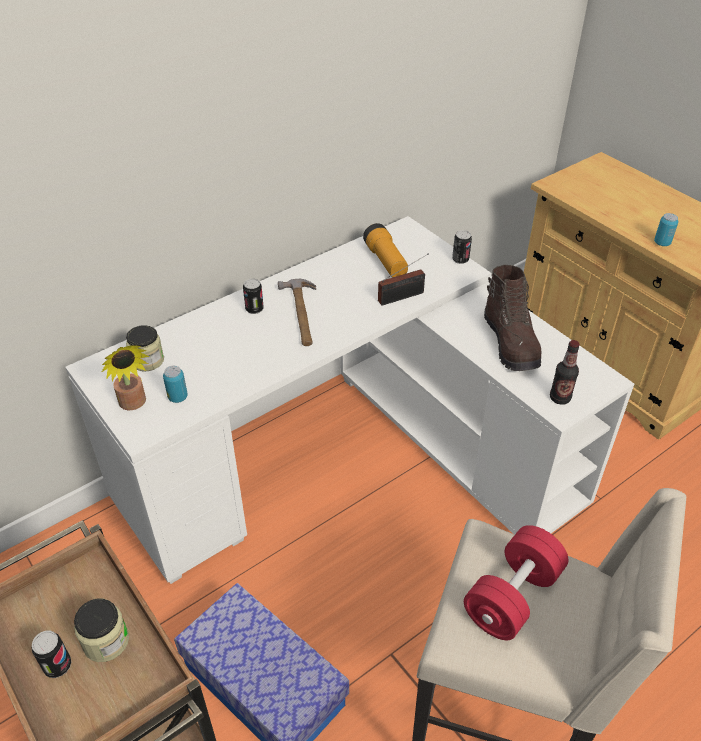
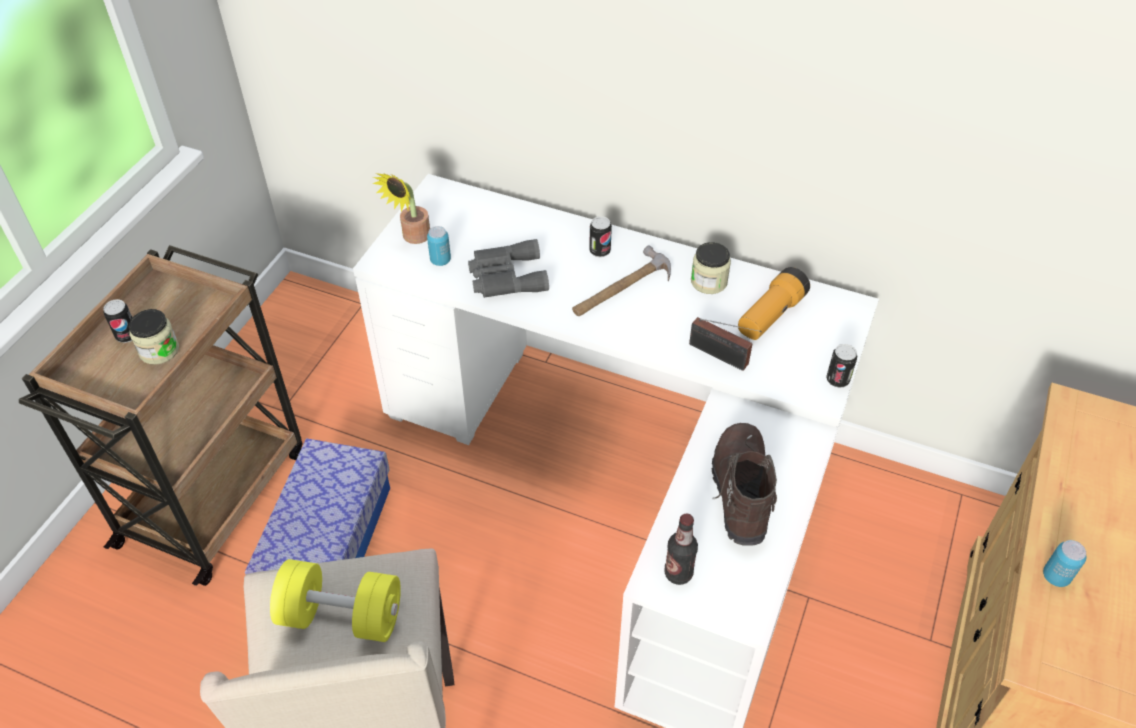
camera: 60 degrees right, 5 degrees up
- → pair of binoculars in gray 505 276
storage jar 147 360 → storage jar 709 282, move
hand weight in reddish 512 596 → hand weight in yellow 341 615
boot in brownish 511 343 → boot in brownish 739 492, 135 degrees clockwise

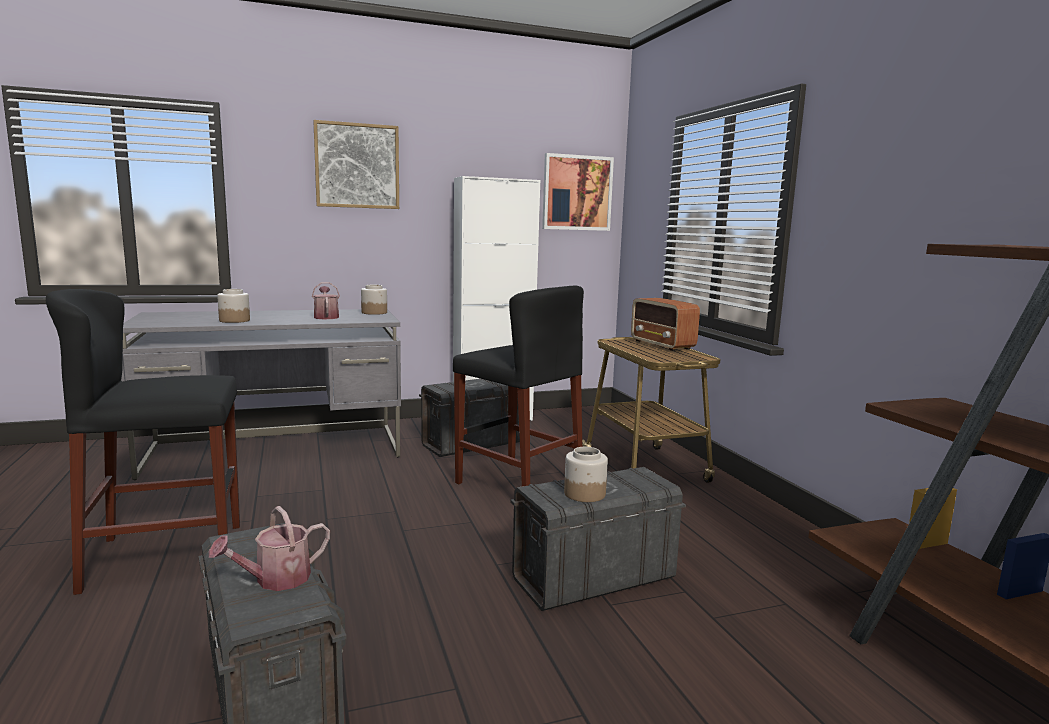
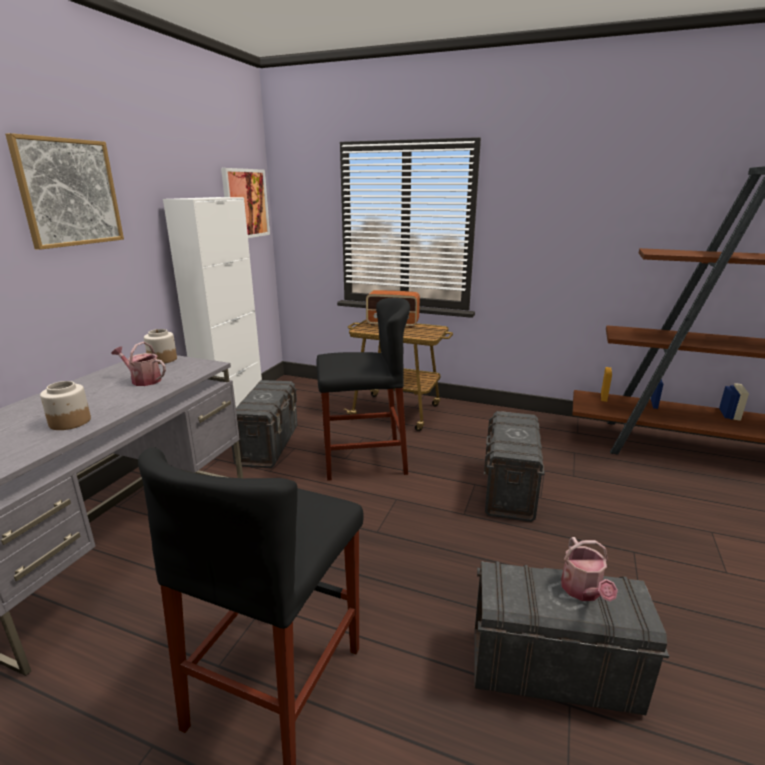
camera: 50 degrees left, 10 degrees up
storage jar 584 494 → -

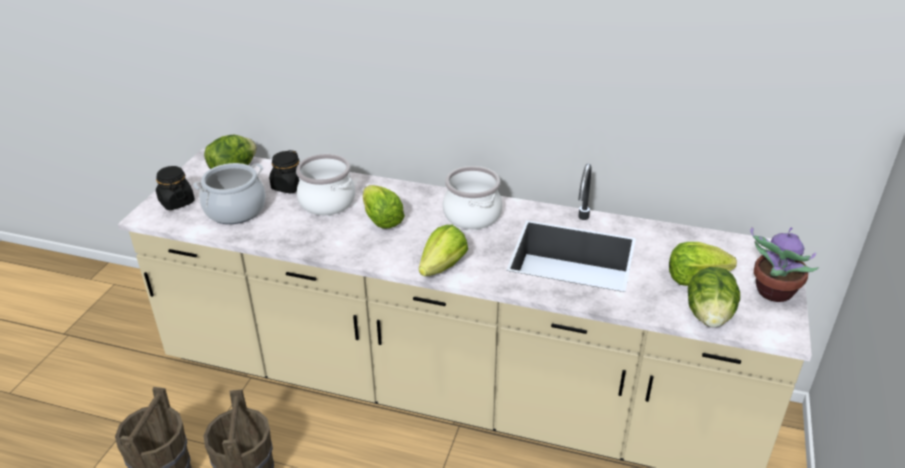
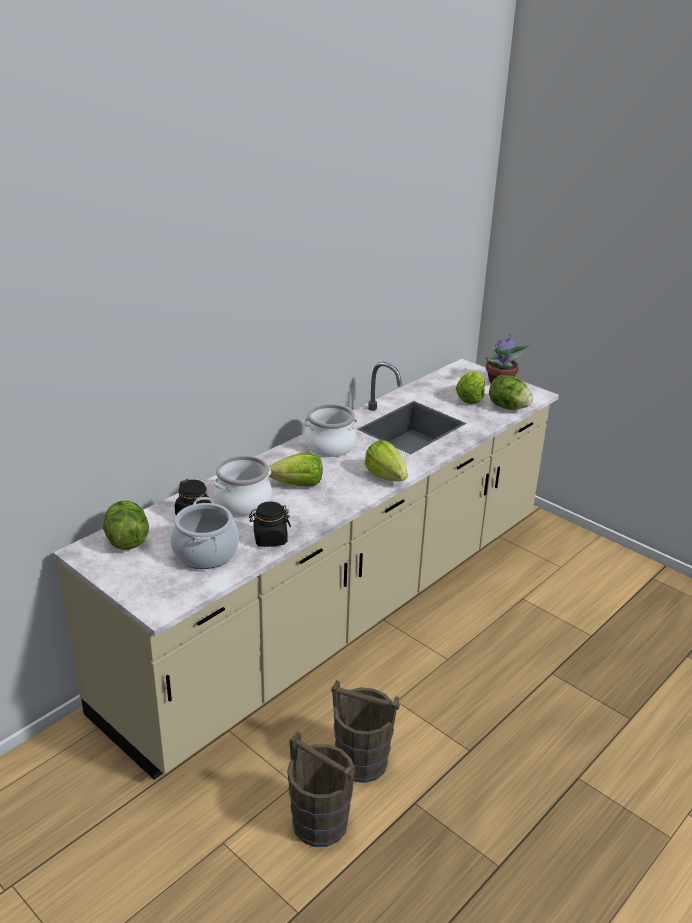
camera: 65 degrees left, 5 degrees down
storage jar in black 176 202 → storage jar in black 270 539, move

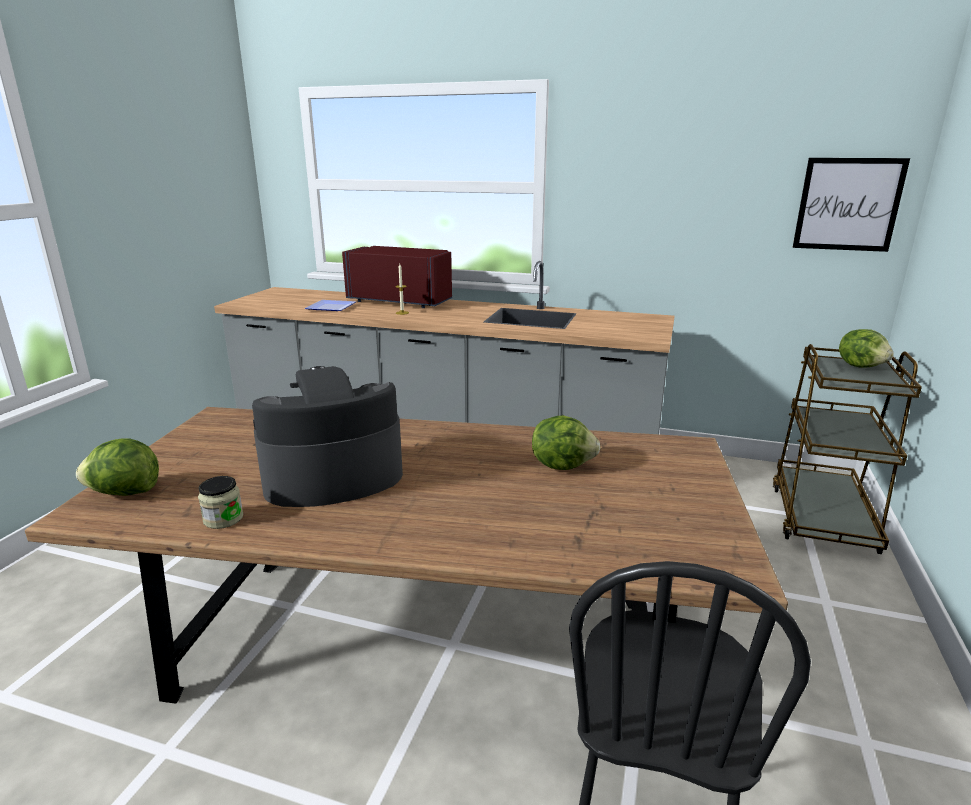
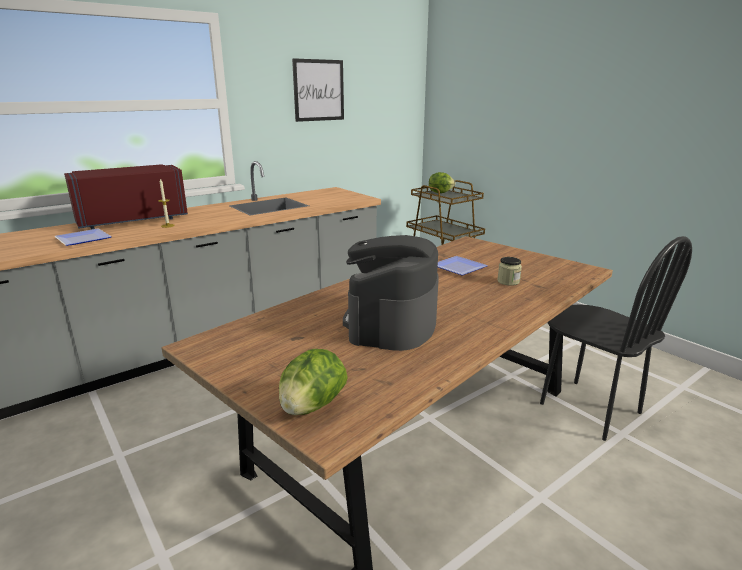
camera: 55 degrees left, 0 degrees up
storage jar 223 519 → storage jar 508 281, move
wall art 848 204 → wall art 319 90, move
head of lettuce 562 465 → dinner plate 456 268

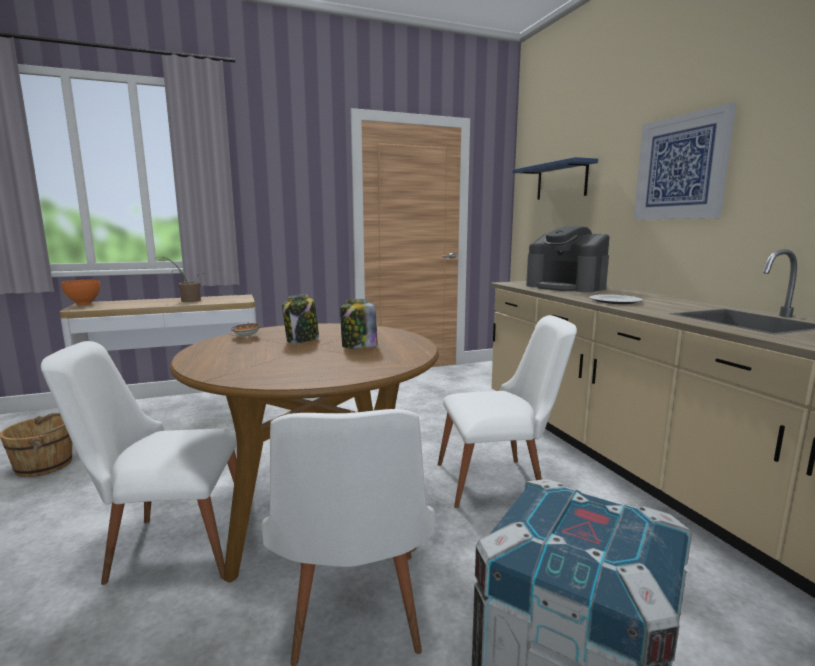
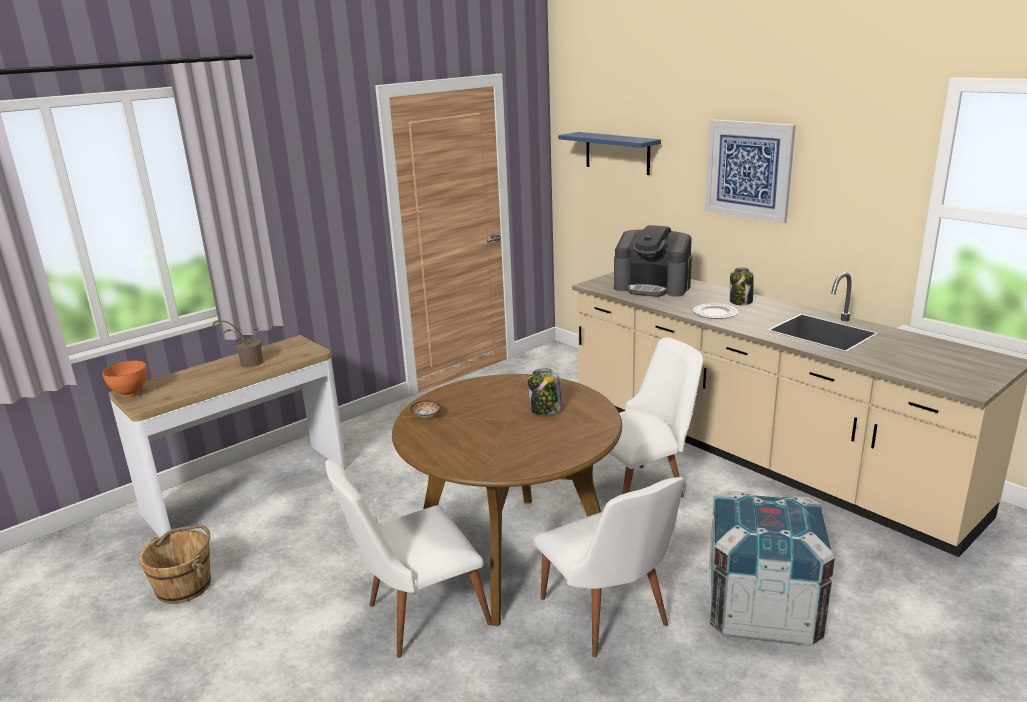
camera: 20 degrees left, 10 degrees up
storage jar 302 340 → storage jar 741 301, move

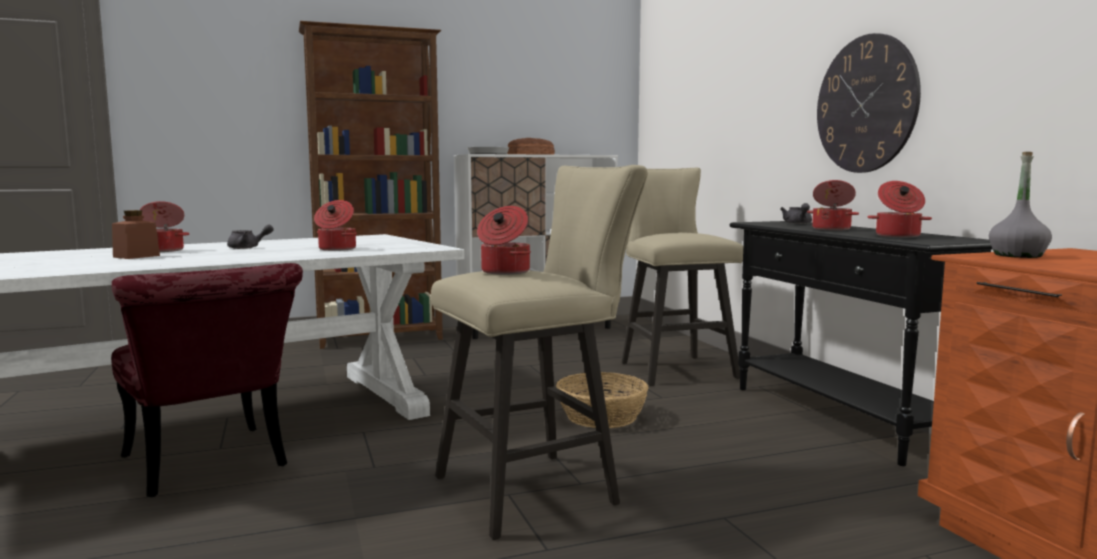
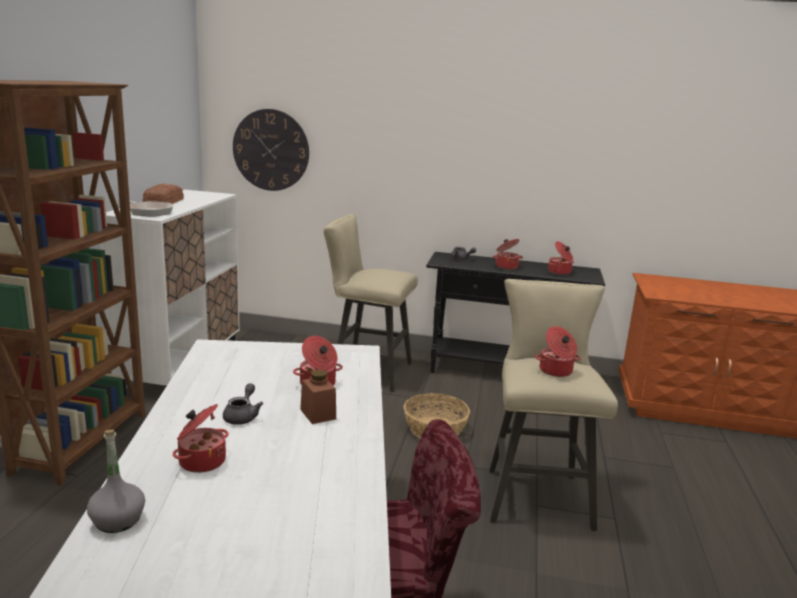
camera: 60 degrees left, 10 degrees up
storage jar in brownish 136 256 → storage jar in brownish 318 414, move
hanging clock 866 104 → hanging clock 271 150, move
beverage bottle in gray 1017 255 → beverage bottle in gray 117 520, move

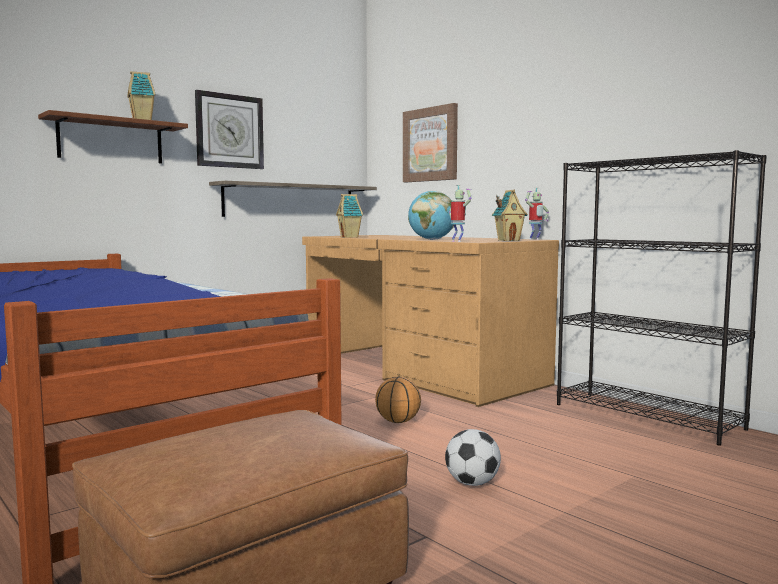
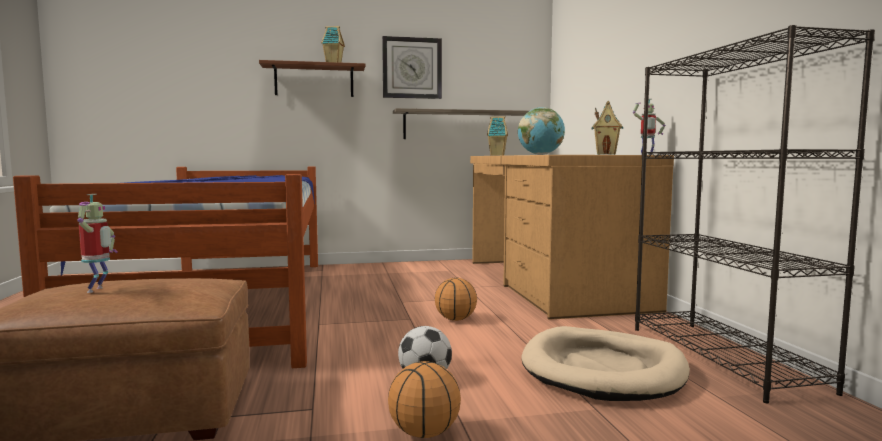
camera: 30 degrees right, 0 degrees up
wall art 430 144 → -
- → basketball ball 425 433
- → dog cushion in beige 603 370
robot figure 458 241 → robot figure 98 290, move

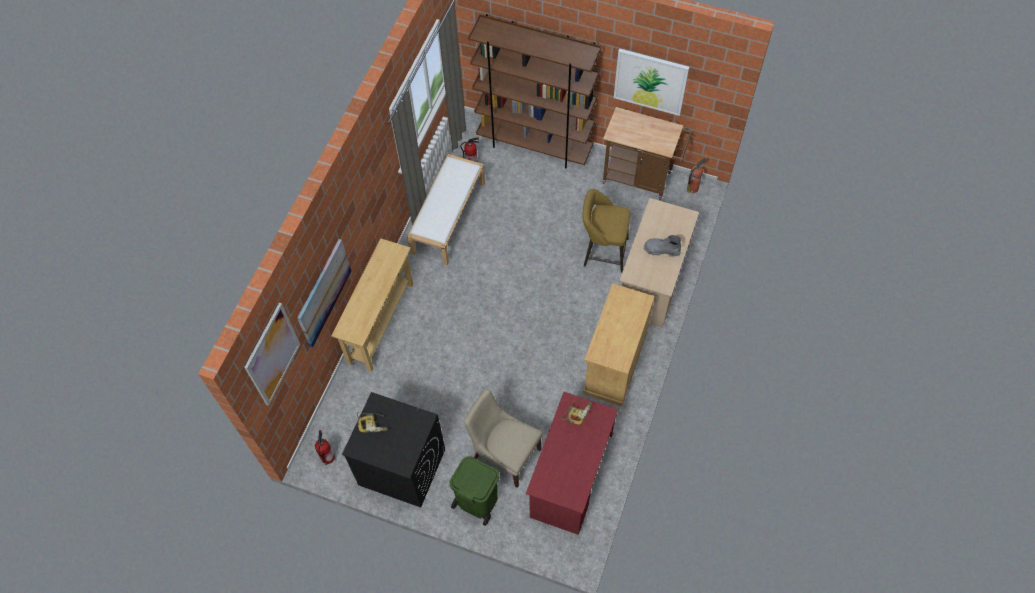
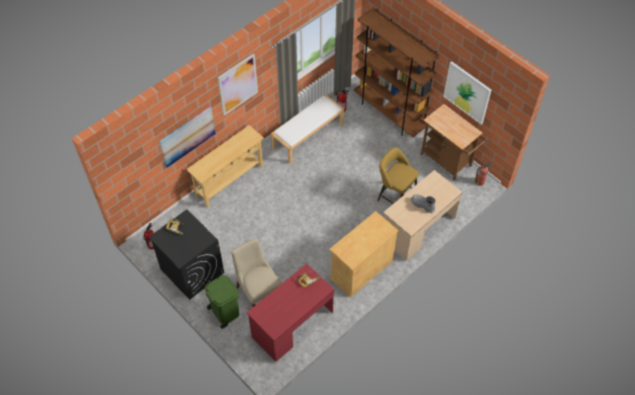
camera: 25 degrees right, 5 degrees down
wall art 272 354 → wall art 238 84, move

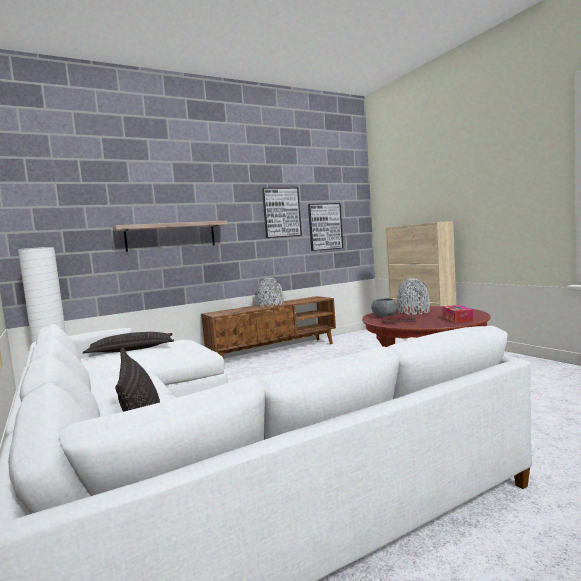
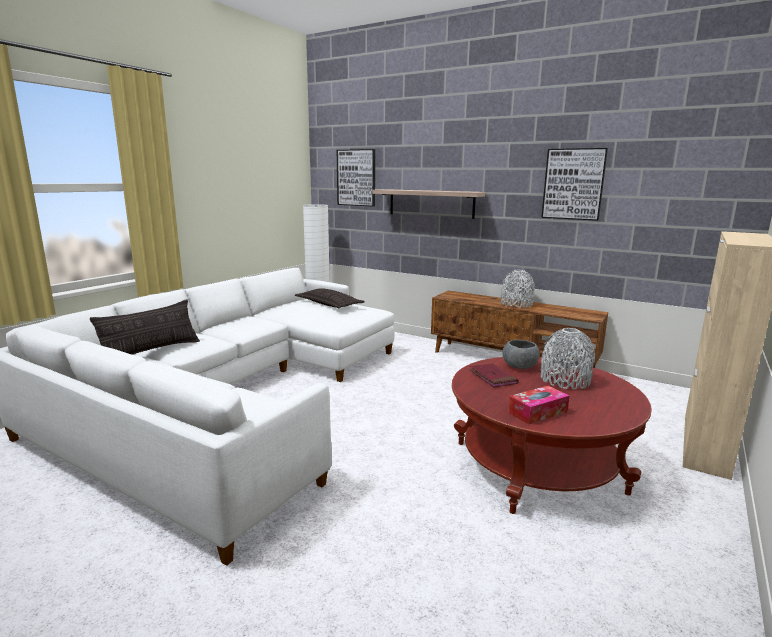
camera: 60 degrees right, 10 degrees up
wall art 325 226 → wall art 356 177, move

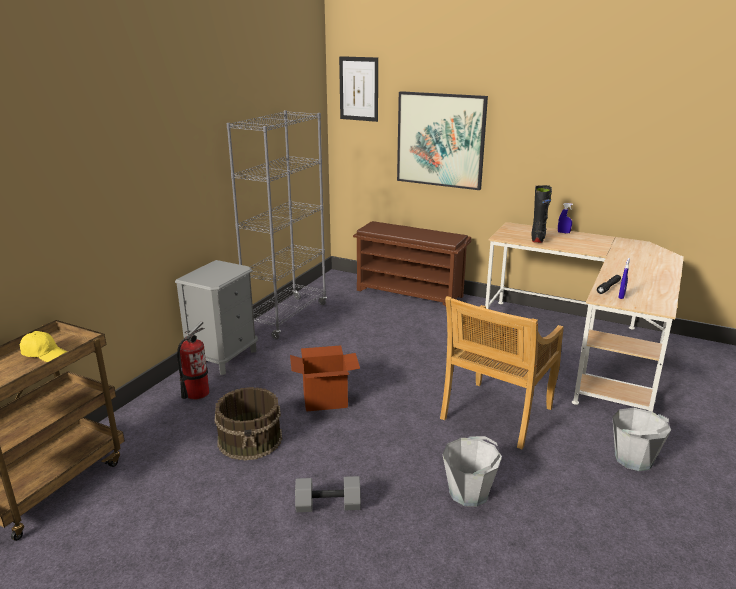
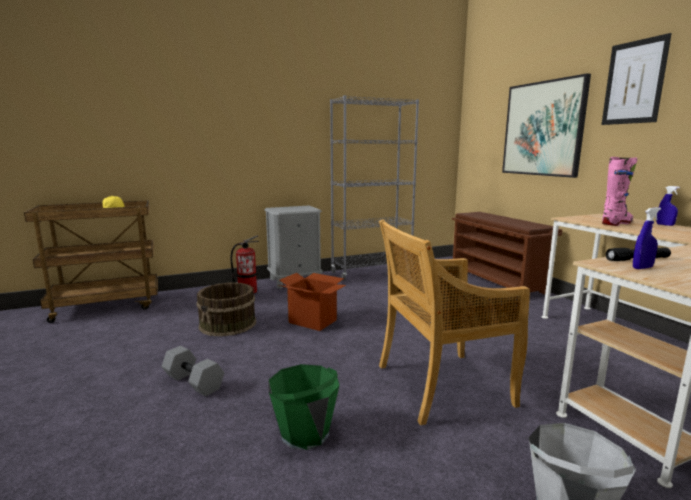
camera: 40 degrees right, 10 degrees down
wall art 359 89 → wall art 634 82, move
water bucket in gray 469 493 → water bucket in greenish 305 433
boot in black 538 238 → boot in pink 617 223

